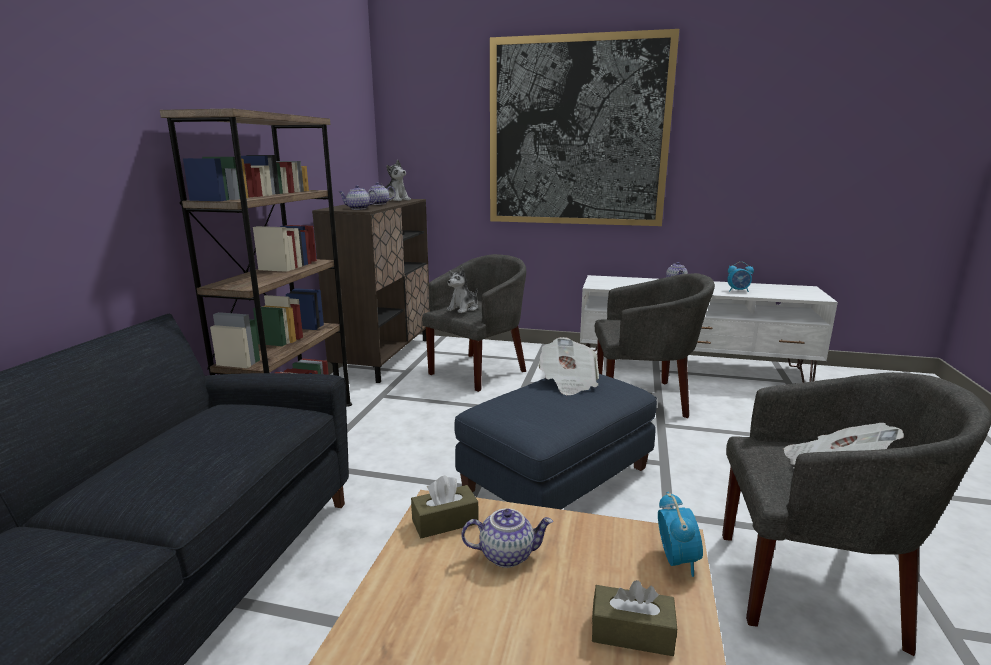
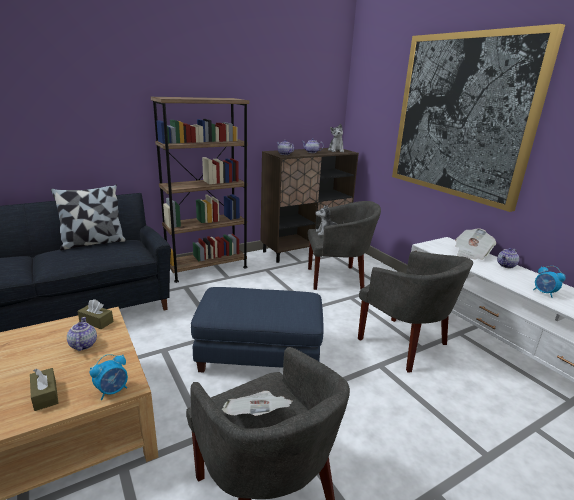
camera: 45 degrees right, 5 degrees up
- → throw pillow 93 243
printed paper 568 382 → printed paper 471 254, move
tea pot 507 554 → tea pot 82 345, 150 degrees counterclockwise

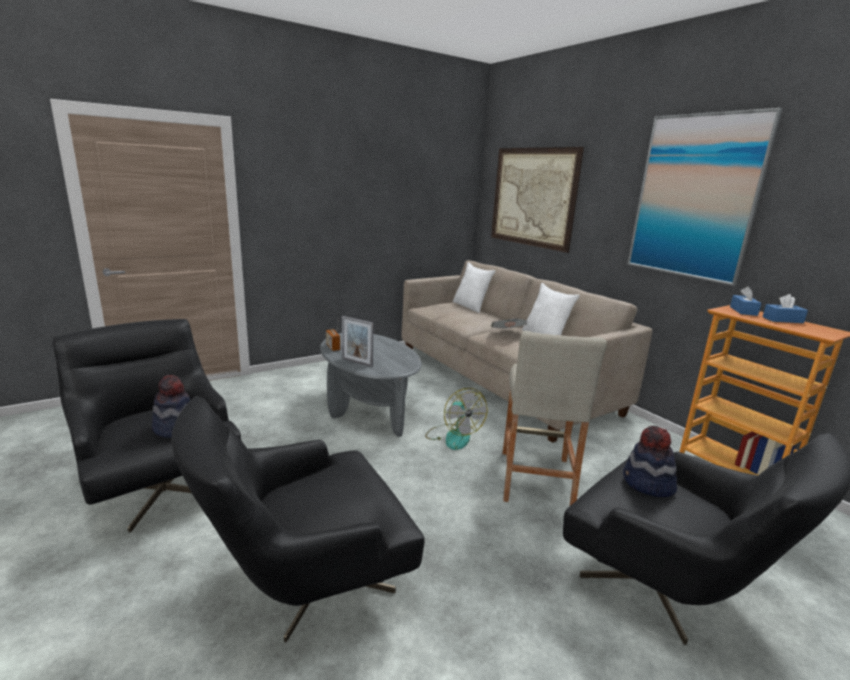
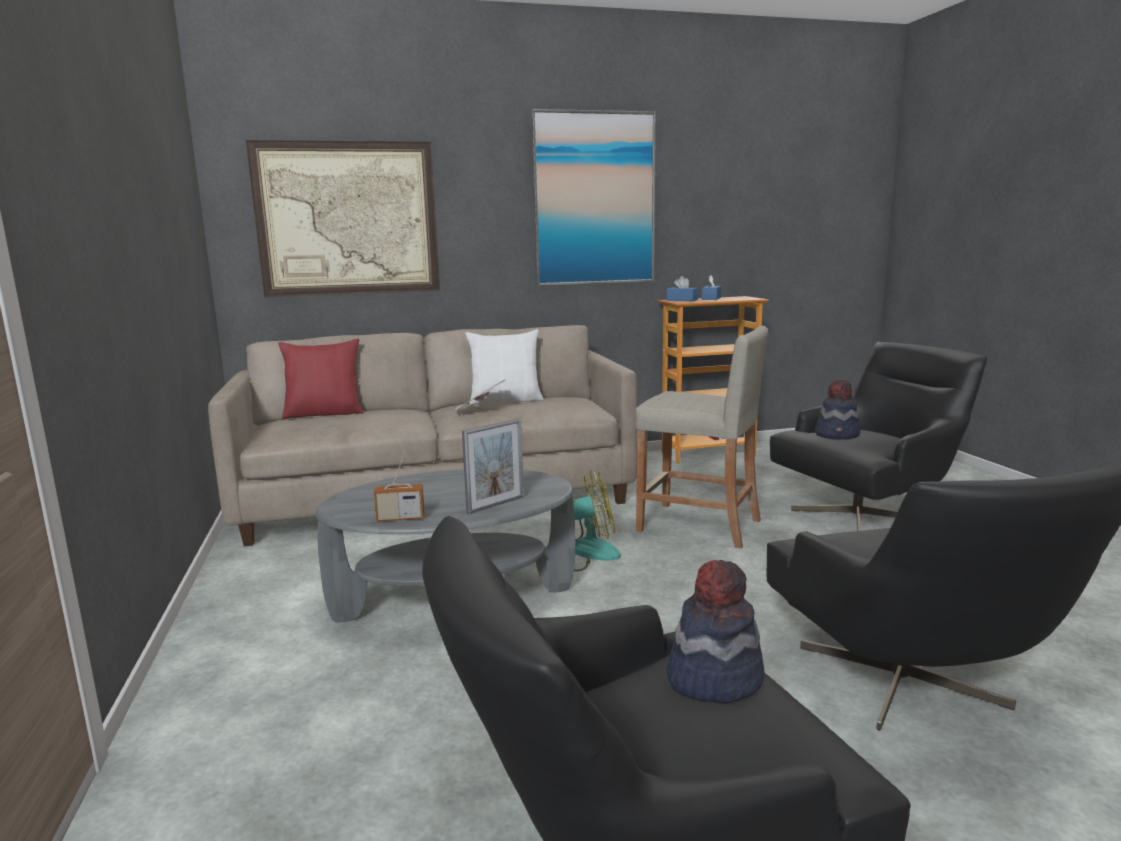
camera: 70 degrees left, 5 degrees down
throw pillow in whitish 471 307 → throw pillow in reddish 324 413

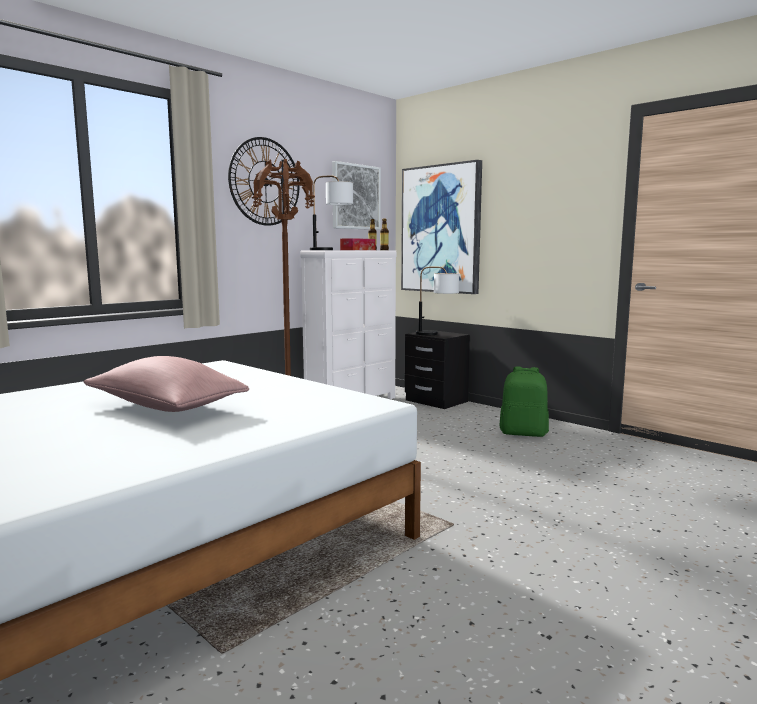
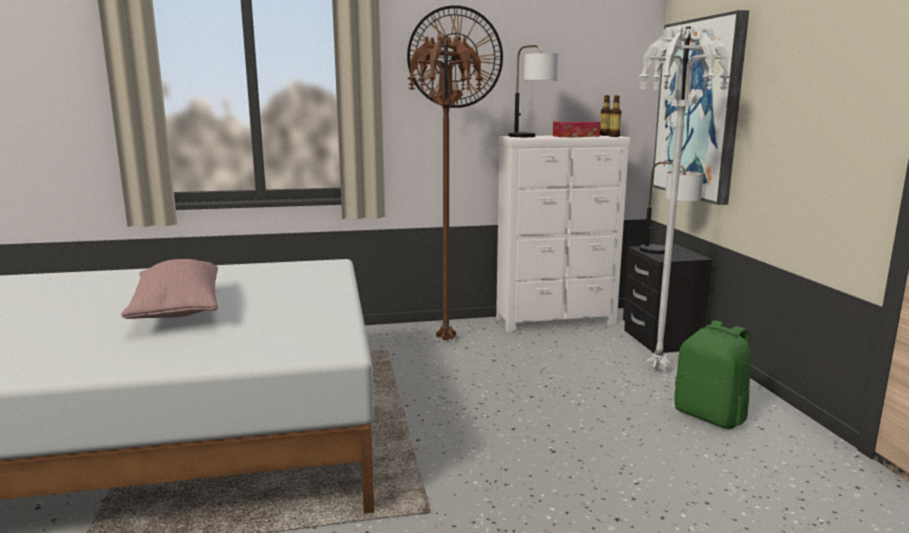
camera: 35 degrees right, 5 degrees up
wall art 355 197 → -
- → standard lamp in whitish 659 371

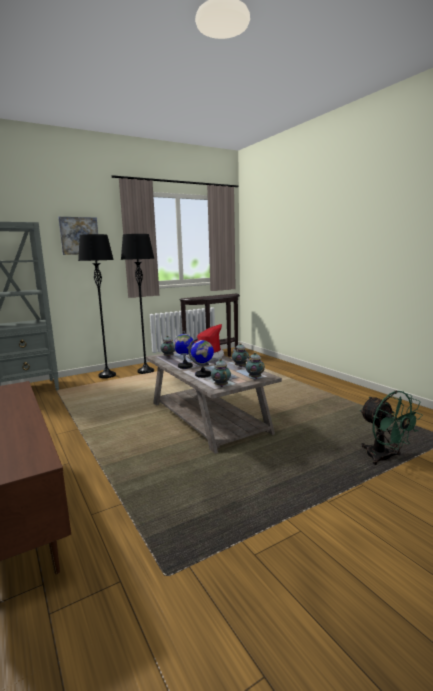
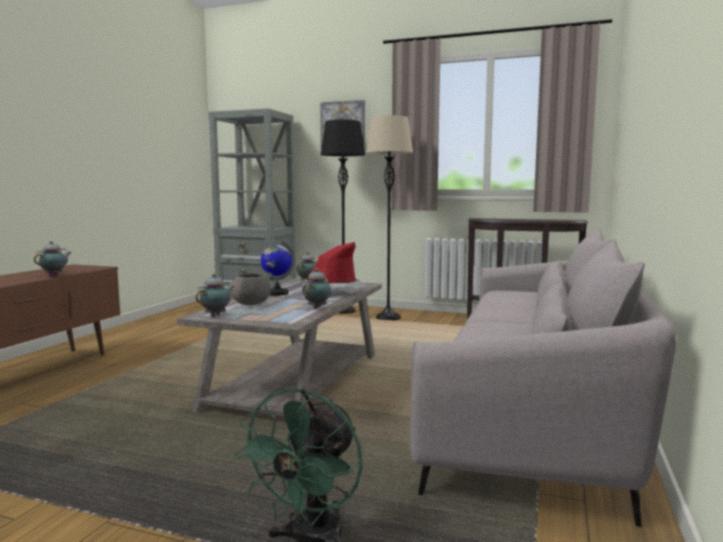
camera: 50 degrees right, 5 degrees down
- → settee in gray 537 405
tea pot 254 378 → tea pot 55 275, move
globe 203 375 → deep dish in gray 251 303
standard lamp in black 145 371 → standard lamp in beige 388 317

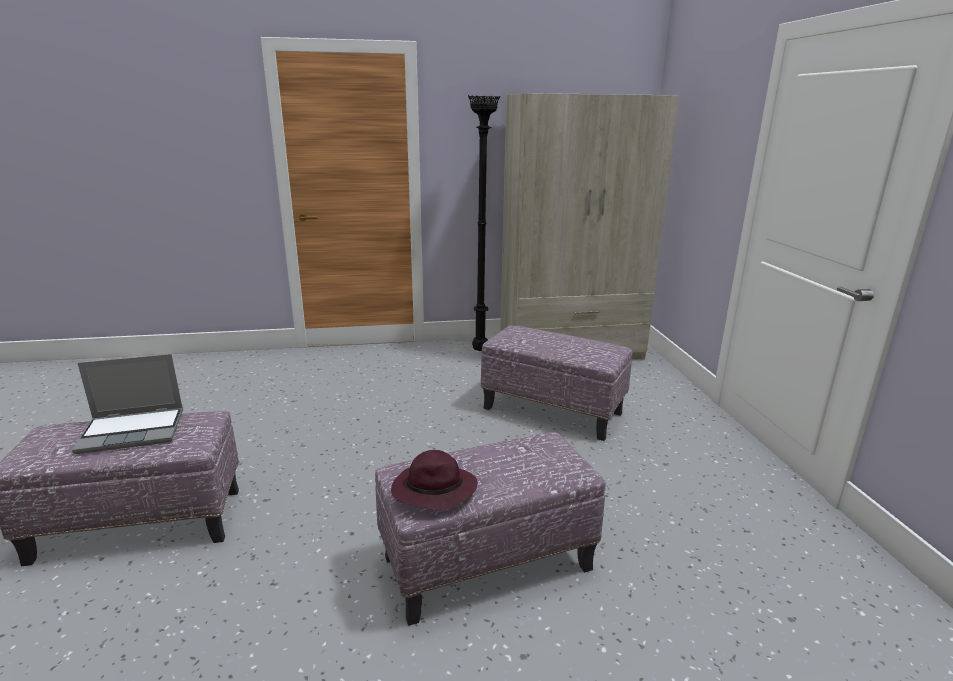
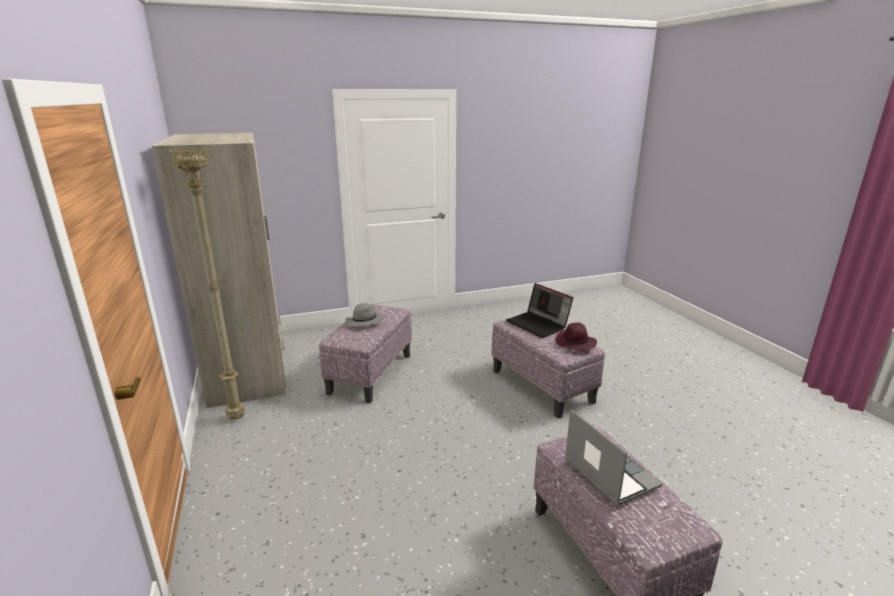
camera: 100 degrees left, 0 degrees up
- → clothing hat in gray 364 322
- → portable computer 538 324
standard lamp in black 481 351 → standard lamp in beige 237 417

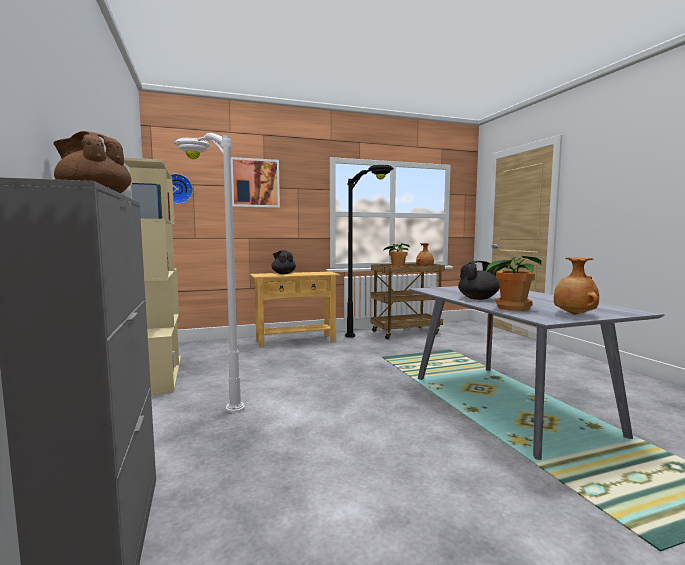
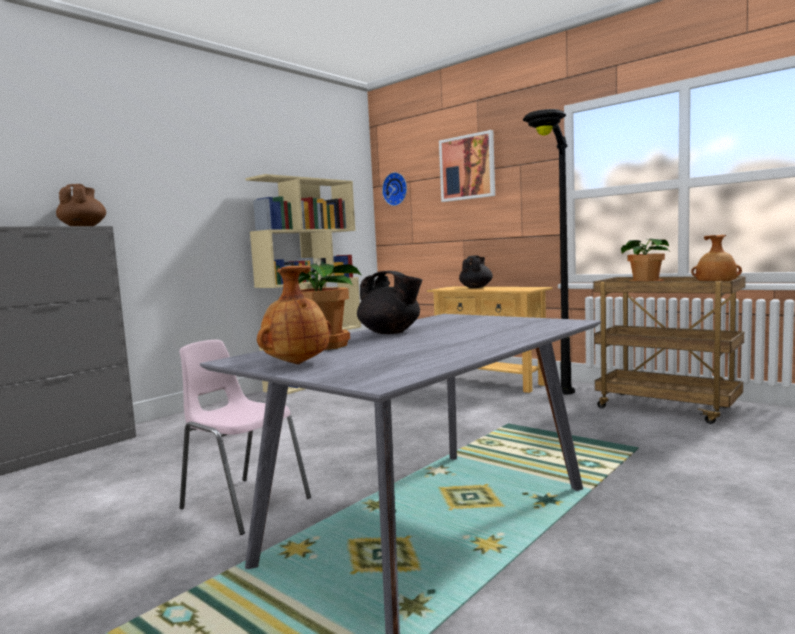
camera: 60 degrees right, 0 degrees up
standard lamp in whitish 211 392 → -
- → chair in pink 244 503

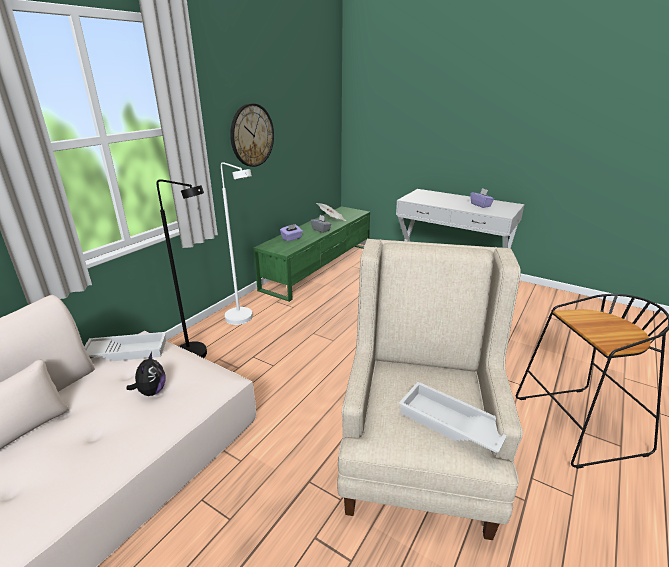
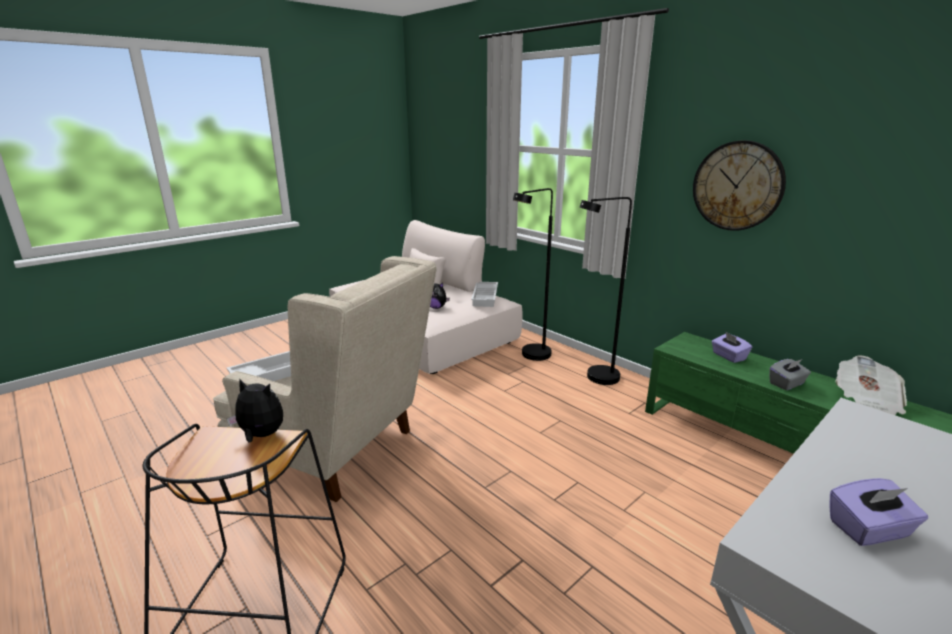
camera: 105 degrees right, 5 degrees down
- → plush toy 260 436
standard lamp in whitish 243 320 → standard lamp in black 596 379

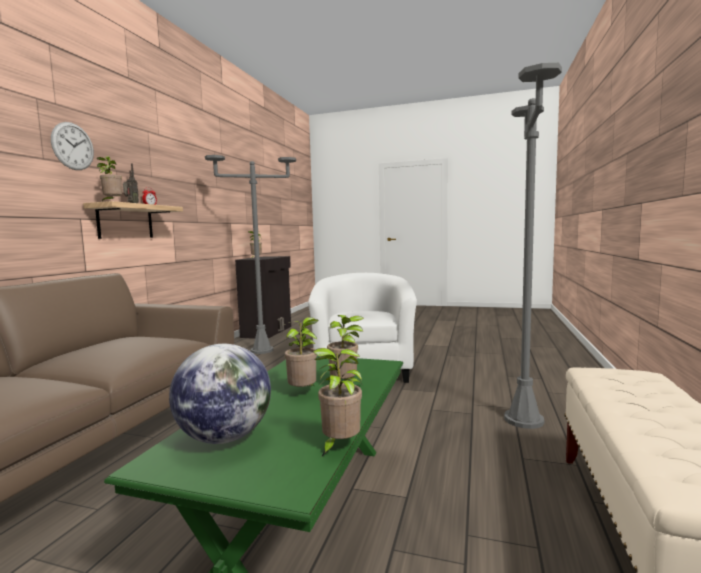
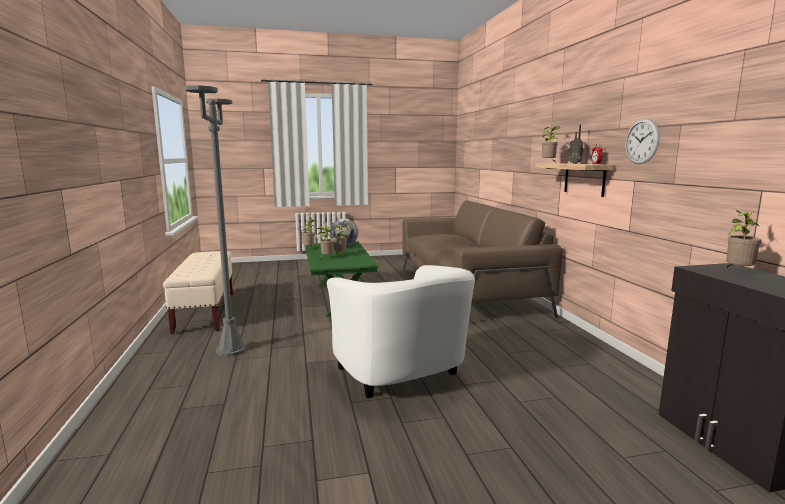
camera: 150 degrees right, 5 degrees up
standard lamp in gray 261 350 → -
hanging clock 73 146 → hanging clock 641 141, move

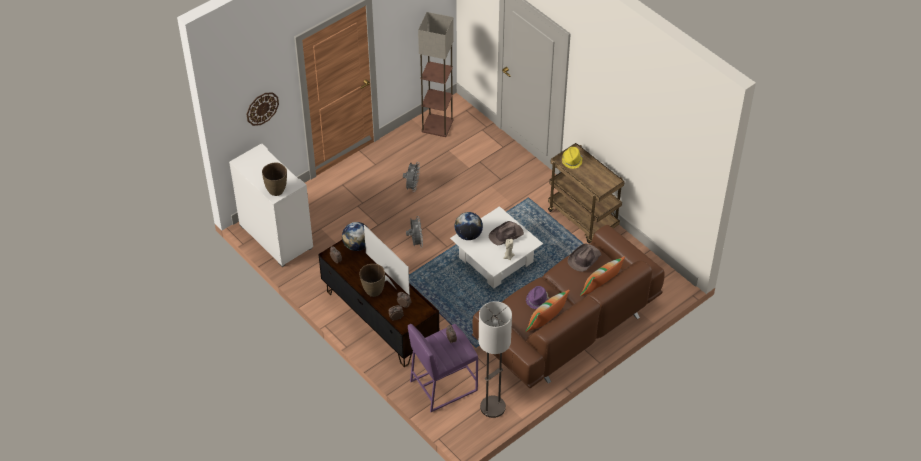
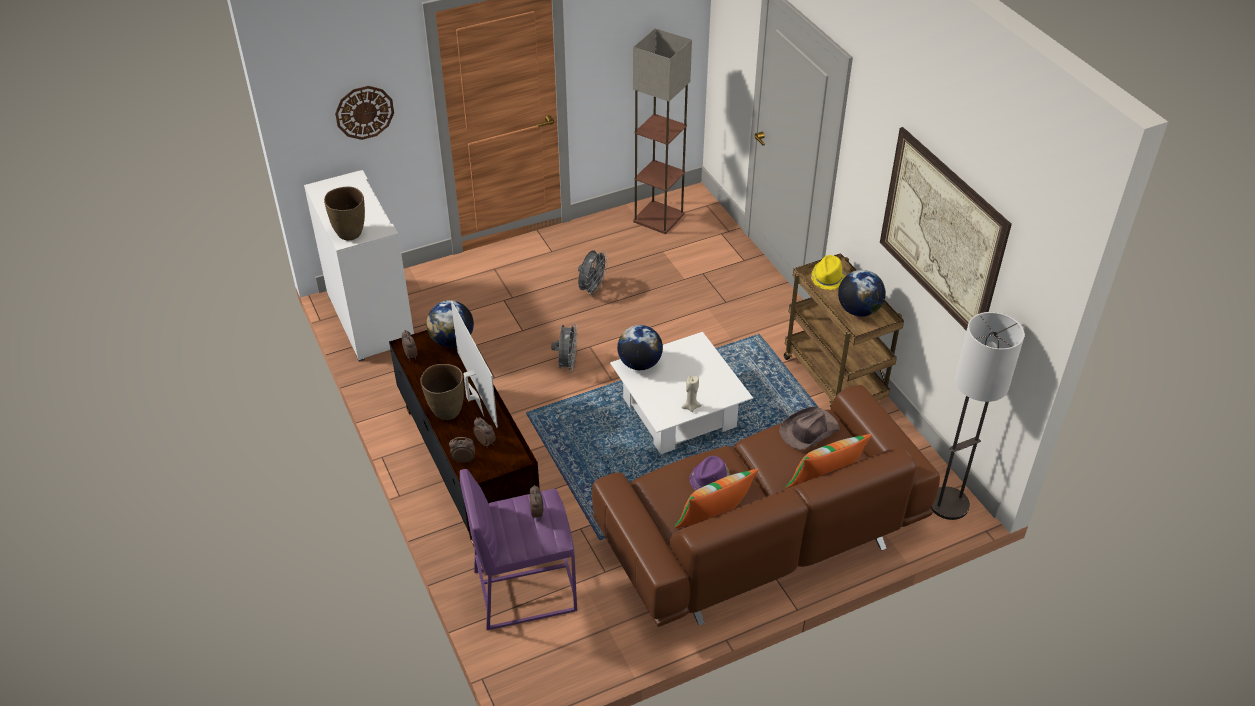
camera: 15 degrees right, 5 degrees down
clothing hat in brownish 506 235 → -
- → globe 858 310
- → wall art 941 233
standard lamp 492 407 → standard lamp 948 504, move

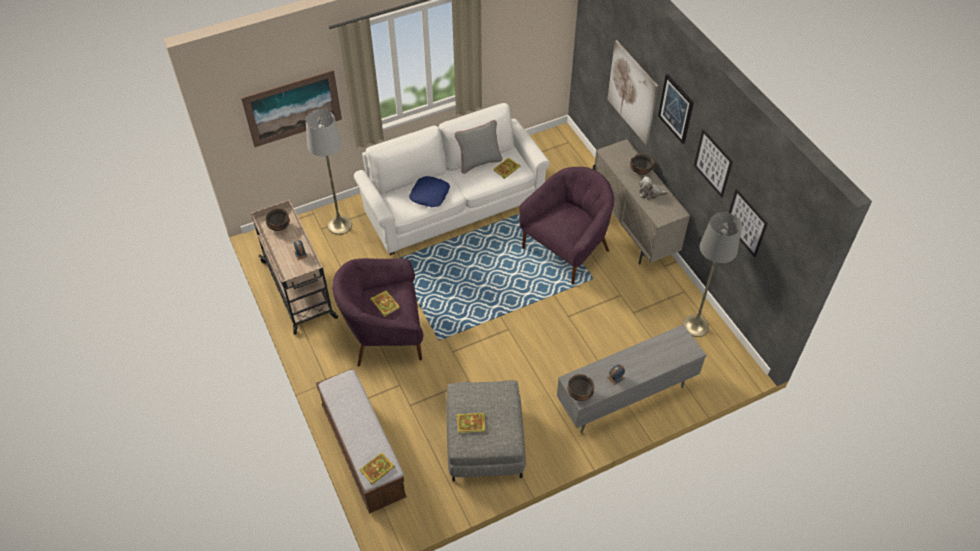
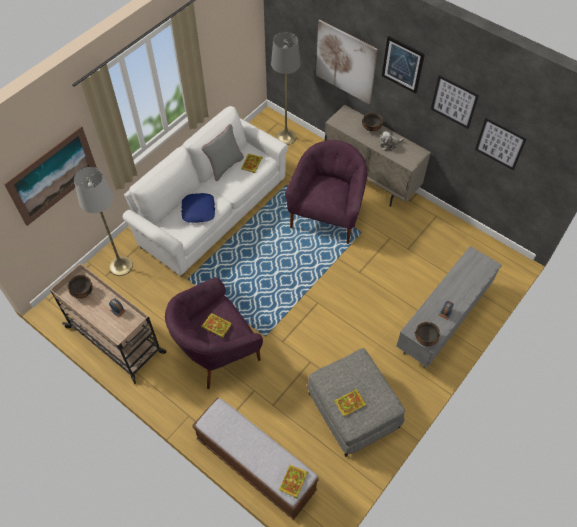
camera: 25 degrees left, 5 degrees up
standard lamp in gray 695 326 → standard lamp in gray 286 137, move

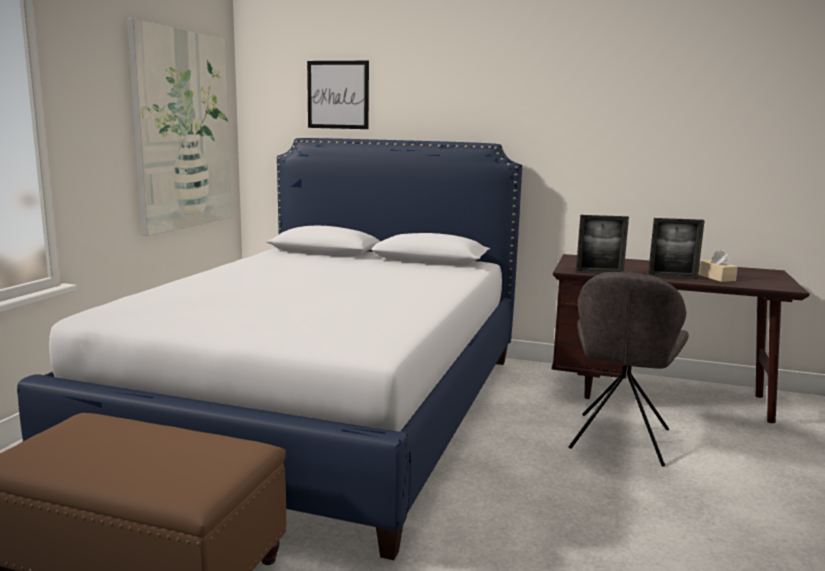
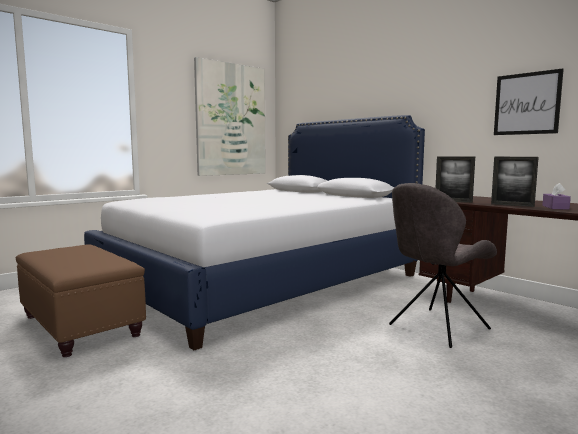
camera: 30 degrees right, 5 degrees down
wall art 338 95 → wall art 526 103, move
box of tissues in beige 716 278 → box of tissues in purple 555 207

